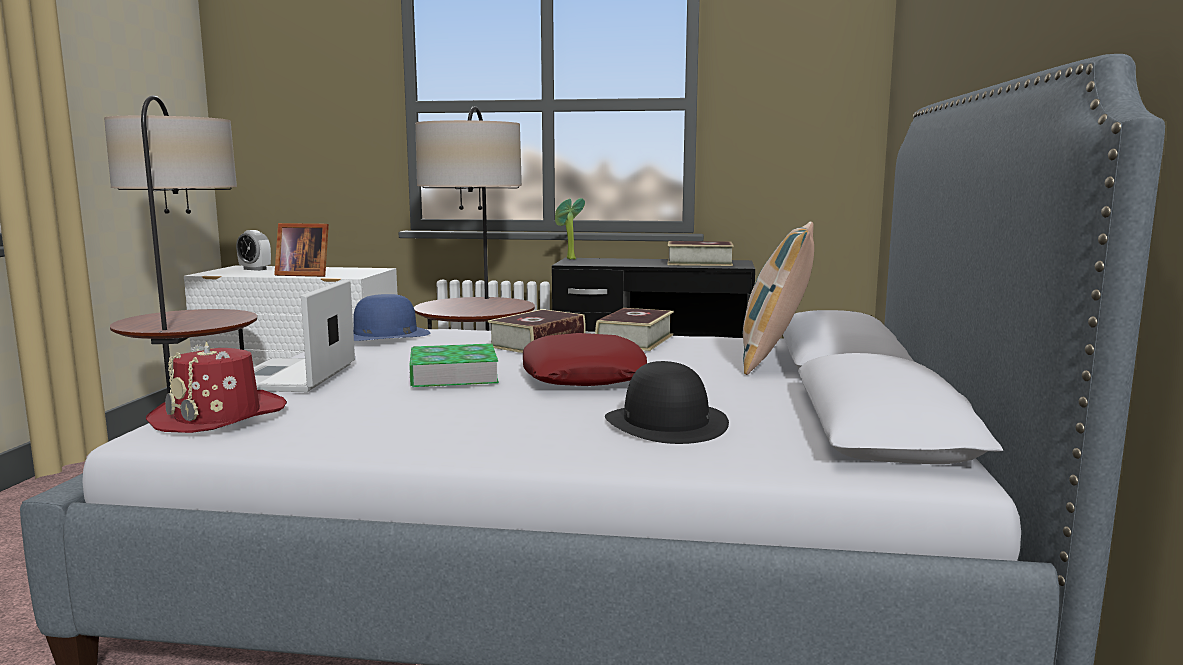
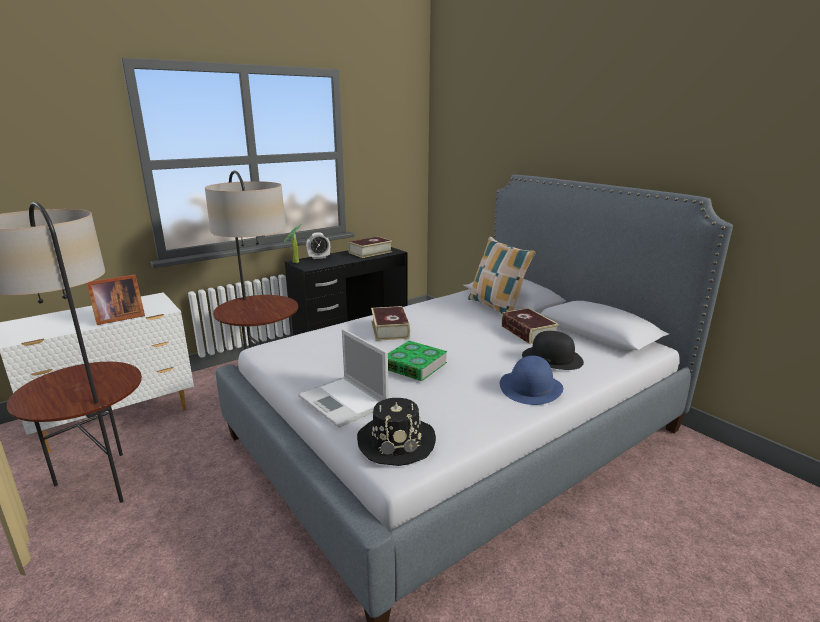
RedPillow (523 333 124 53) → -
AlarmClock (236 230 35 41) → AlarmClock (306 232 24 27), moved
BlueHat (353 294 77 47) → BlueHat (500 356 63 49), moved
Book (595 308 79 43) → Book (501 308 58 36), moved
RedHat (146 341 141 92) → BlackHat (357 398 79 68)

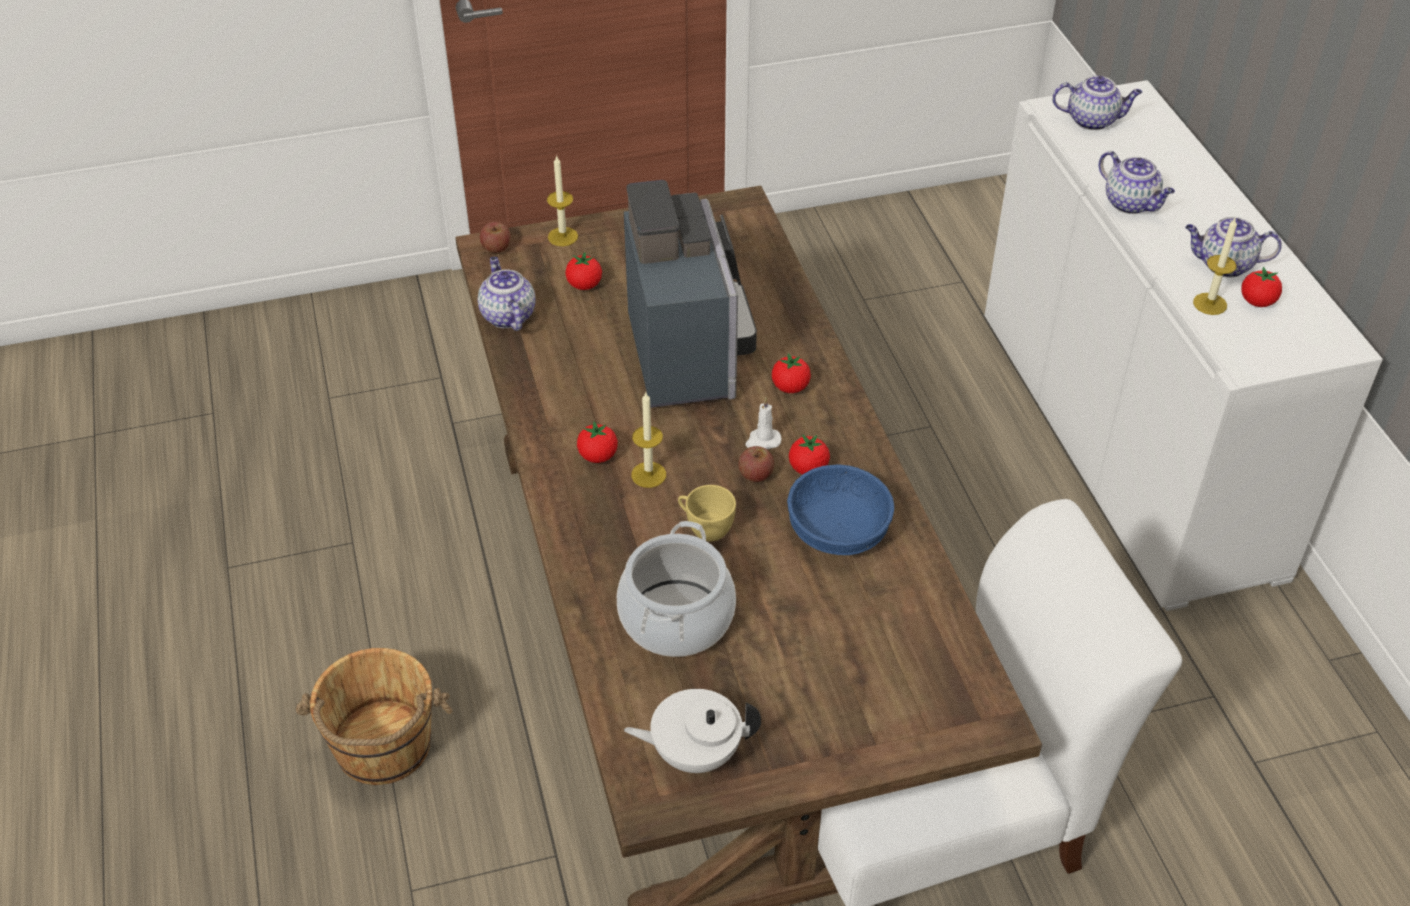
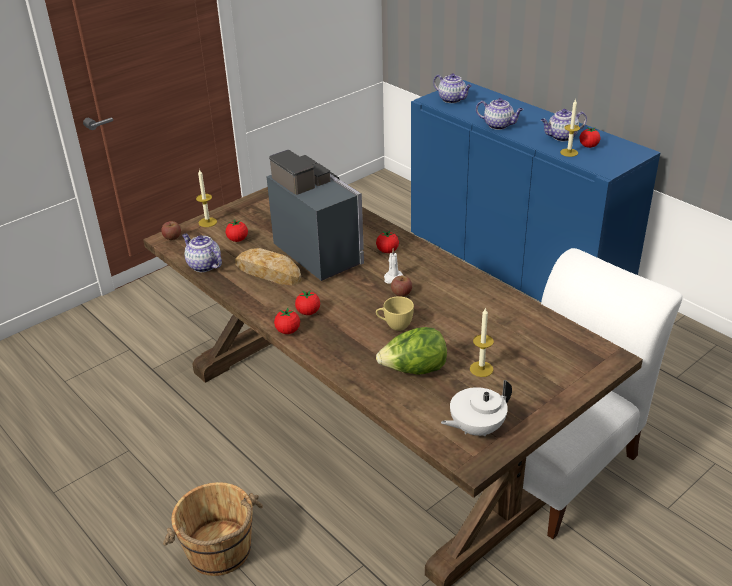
BlueBowl (787 464 107 91) → -
- → Bread (235 248 67 37)
Candle (631 393 35 95) → Candle (470 307 24 70), moved
Tomato (789 434 41 41) → Tomato (274 308 26 26), moved
CookingPot (617 521 119 136) → Lettuce (376 327 71 48)
WhiteCabinet (984 80 399 531) → BlueCabinet (411 80 250 222)
Teapot (1052 76 90 54) → Teapot (433 74 39 29), 60 degrees clockwise

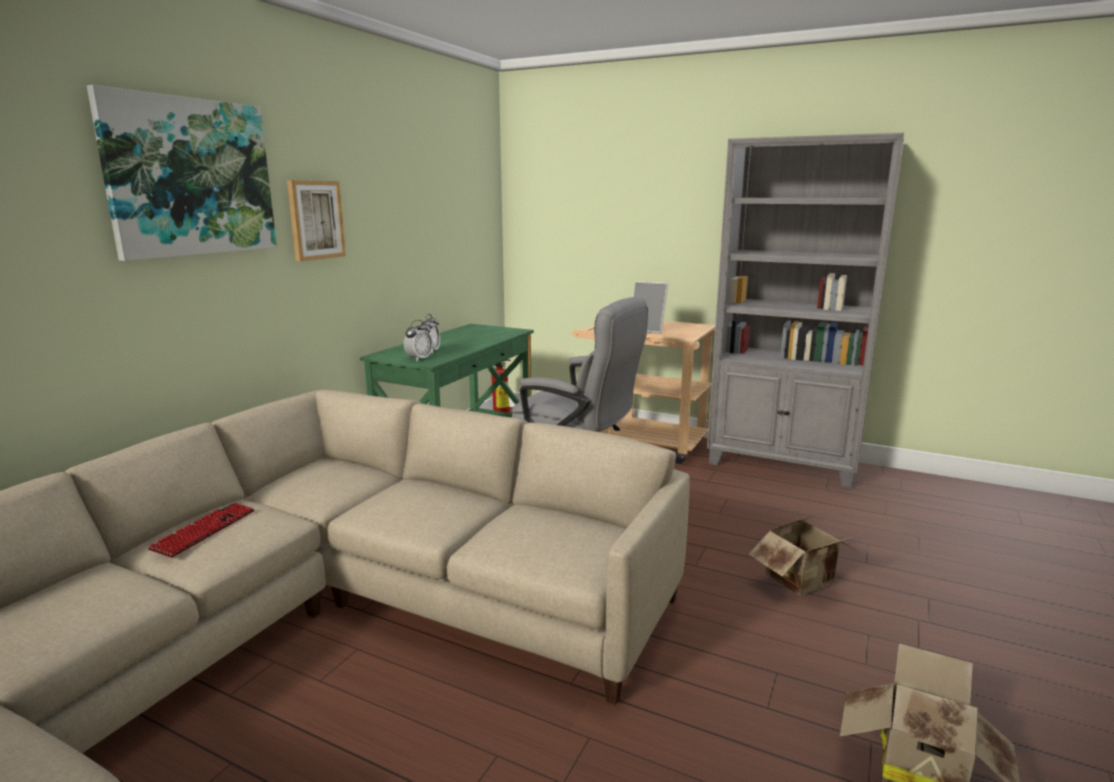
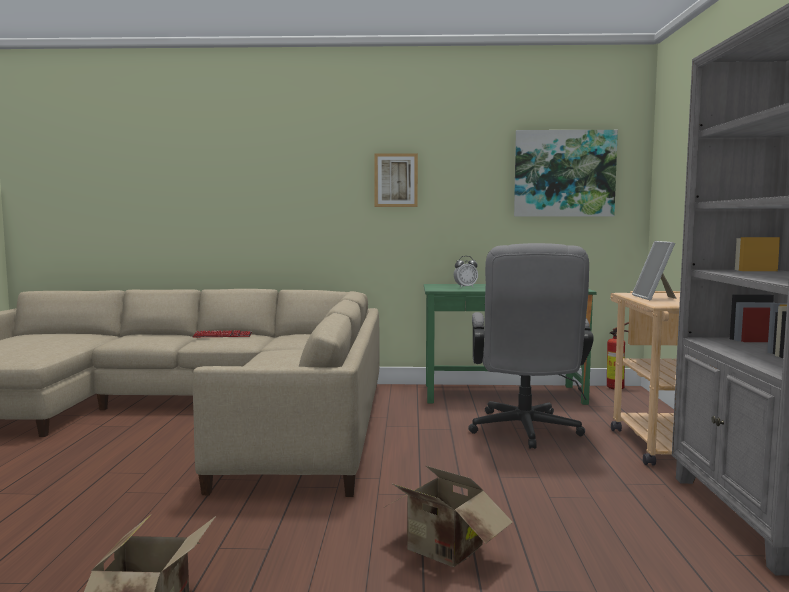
AlarmClock (404 320 29 41) → -
Picture (87 85 190 176) → Picture (514 130 104 87), moved

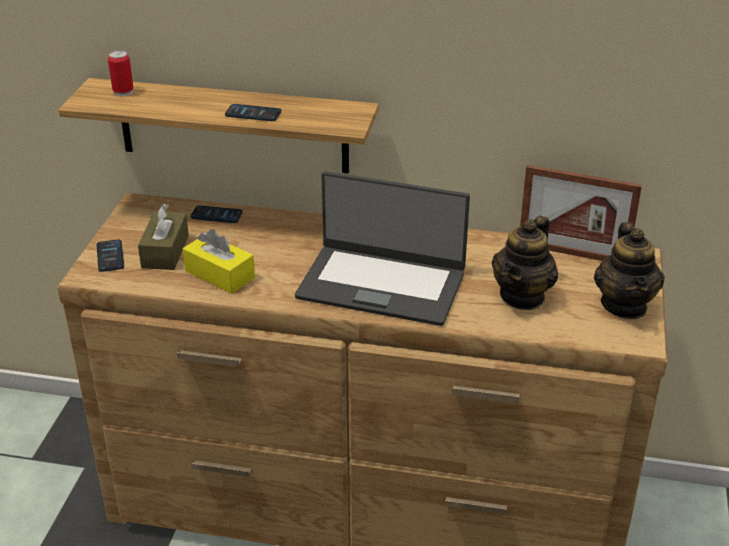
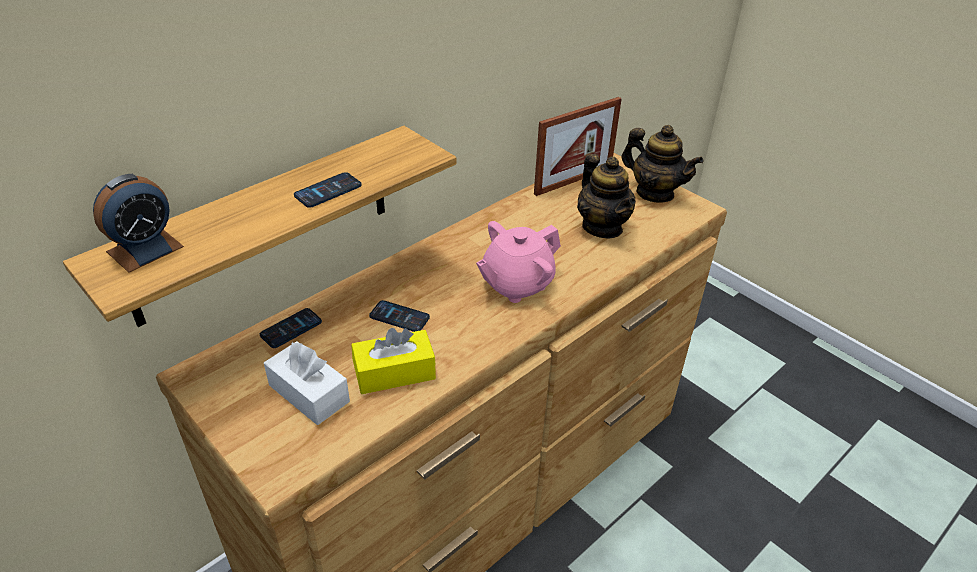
Phone (97 239 27 33) → Phone (369 300 61 32), moved
Can (108 50 26 46) → AlarmClock (93 174 91 99)
Laptop (295 171 175 155) → PinkTeapot (476 221 85 82)
BrownTissueBox (138 204 51 66) → WhiteTissueBox (264 341 86 84)

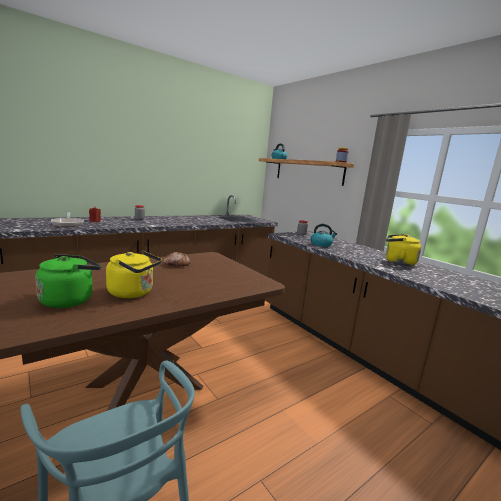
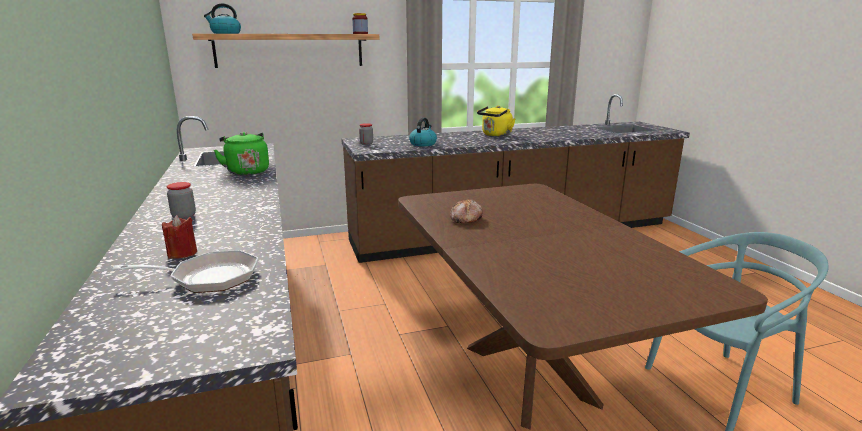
YellowKettle (106 251 56 47) → -
GreenKettle (35 254 66 54) → GreenKettle (214 132 55 43), moved

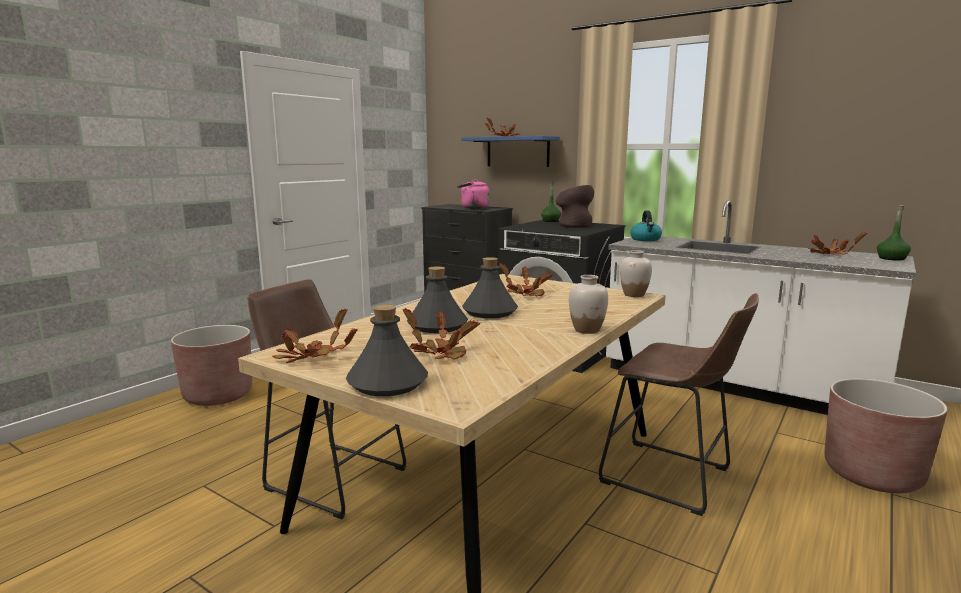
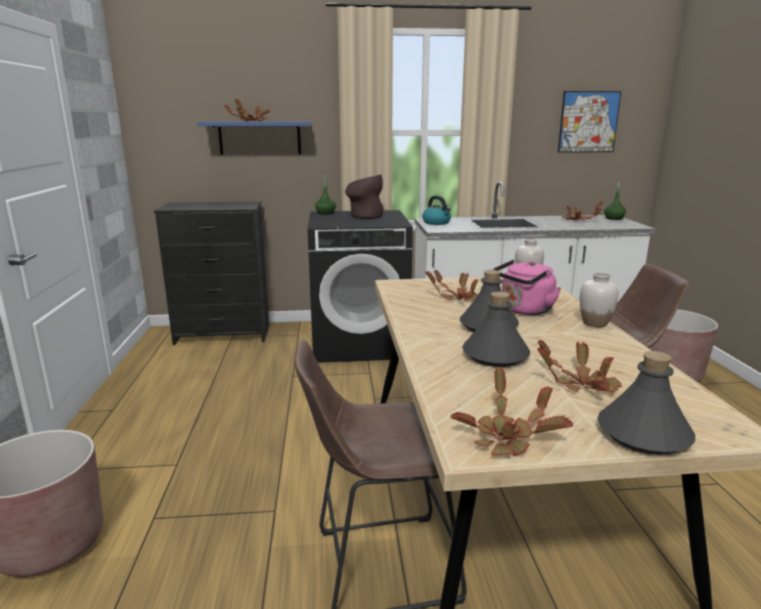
- → Picture (558 91 63 62)
PinkKettle (457 179 33 30) → PinkKettle (493 259 68 56), moved

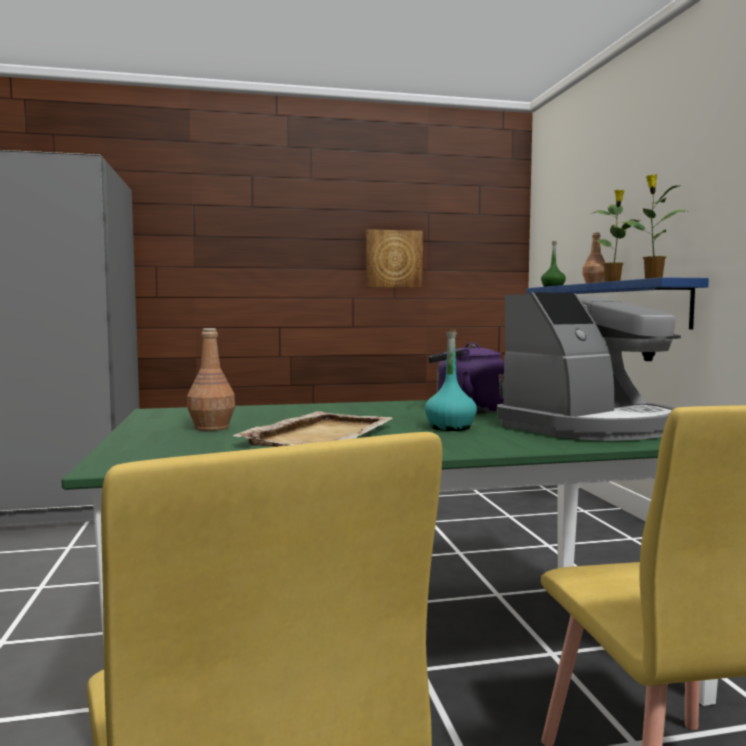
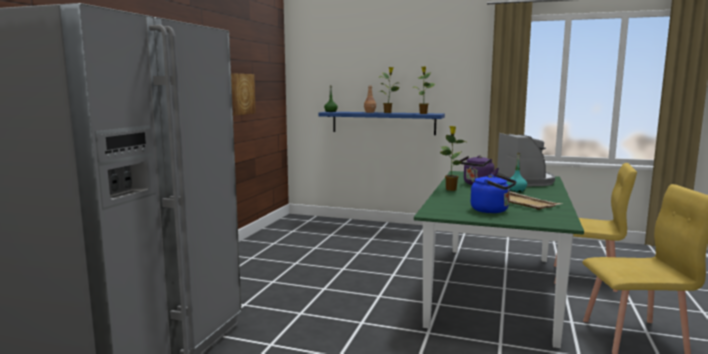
- → PottedPlant (440 126 26 65)
BrownBottle (187 328 48 103) → BlueKettle (471 175 45 38)

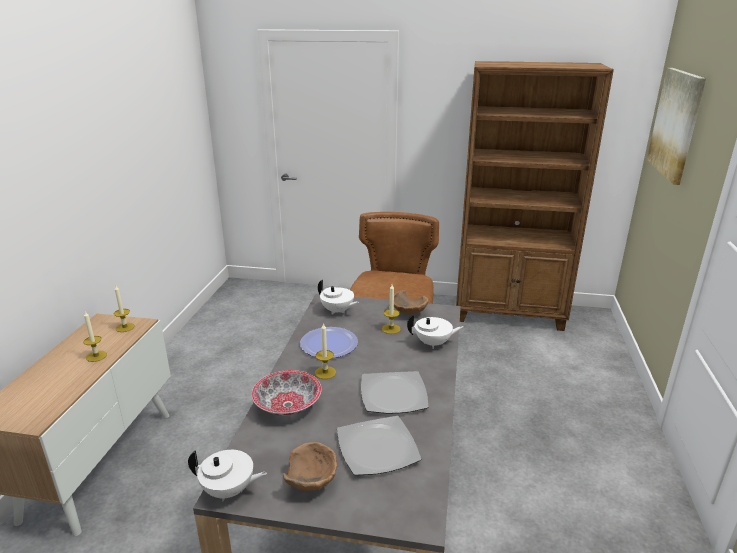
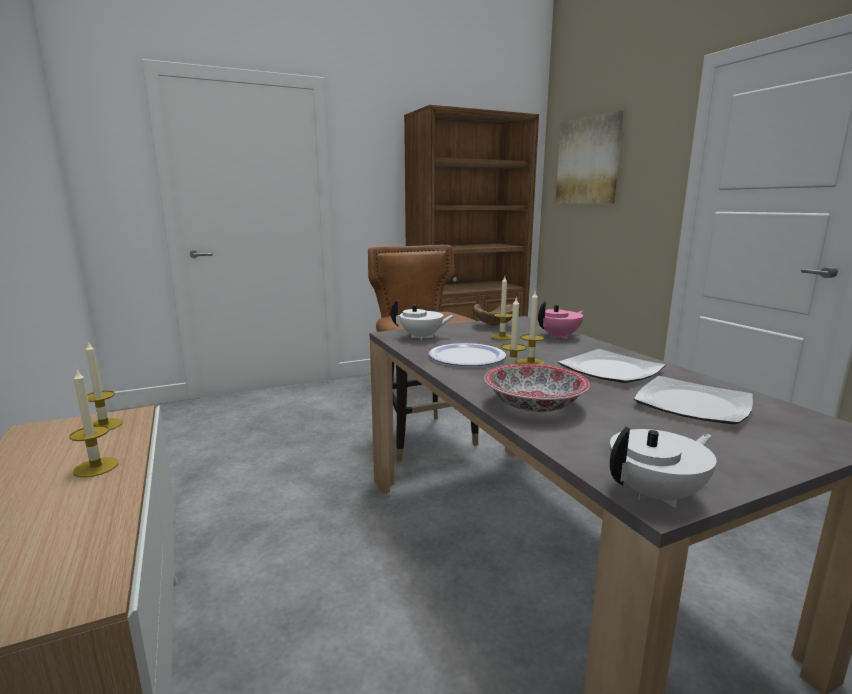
BrownBowl (283 442 55 49) → -
- → Candle (517 291 28 74)
WhiteTeapot (407 314 56 35) → PinkTeapot (538 301 45 38)

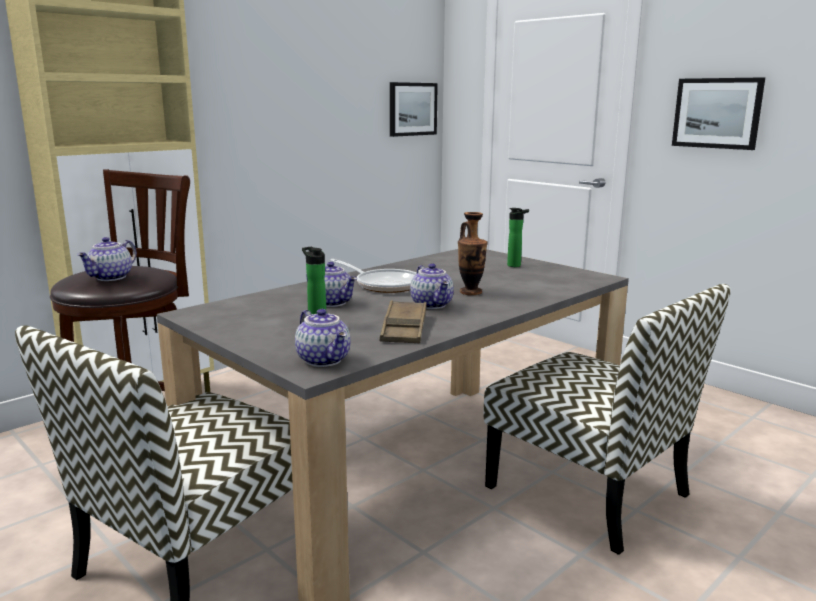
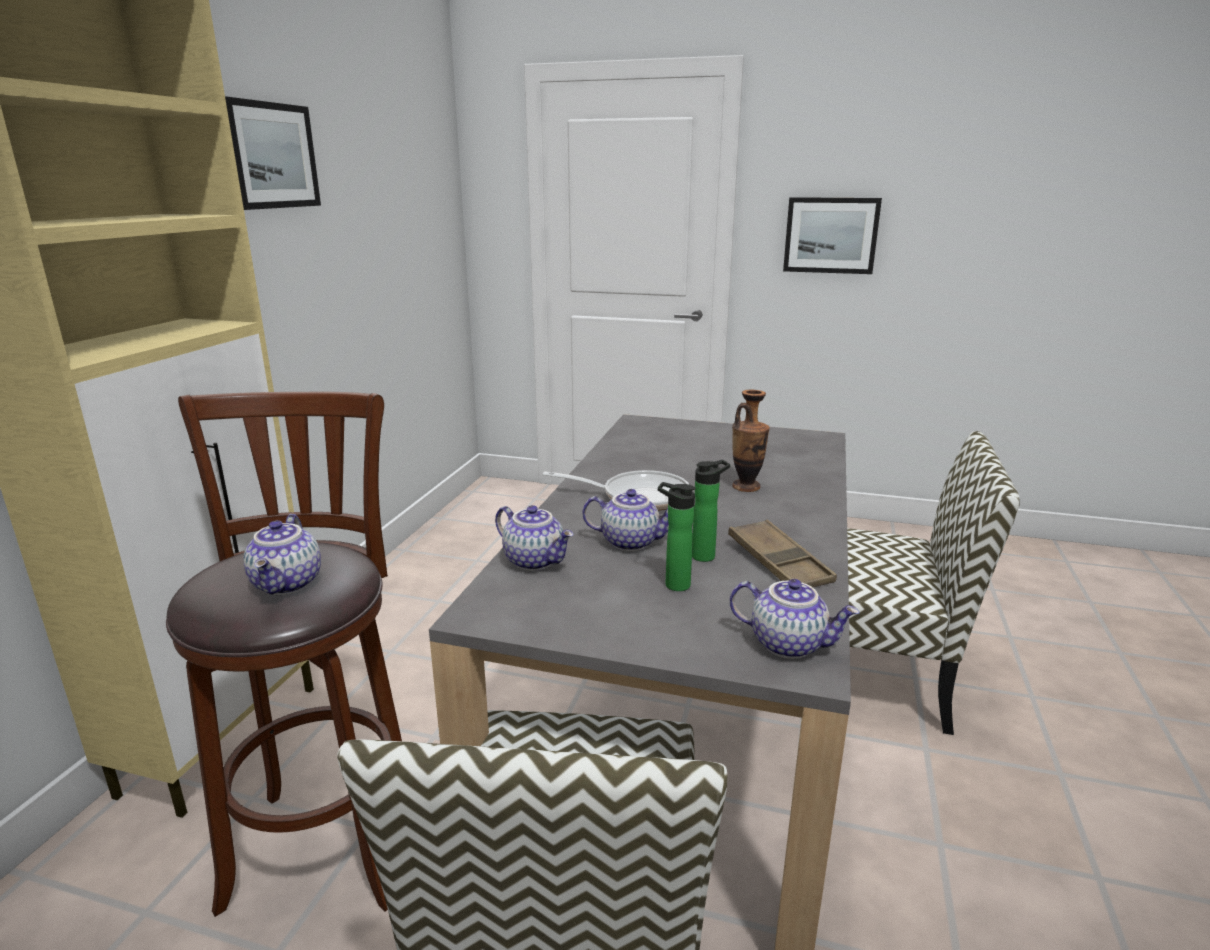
Picture (390 82 48 55) → Picture (225 96 96 114), moved
Teapot (410 263 44 46) → Teapot (495 505 78 66), moved
Bottle (507 208 22 59) → Bottle (692 460 38 102), moved

